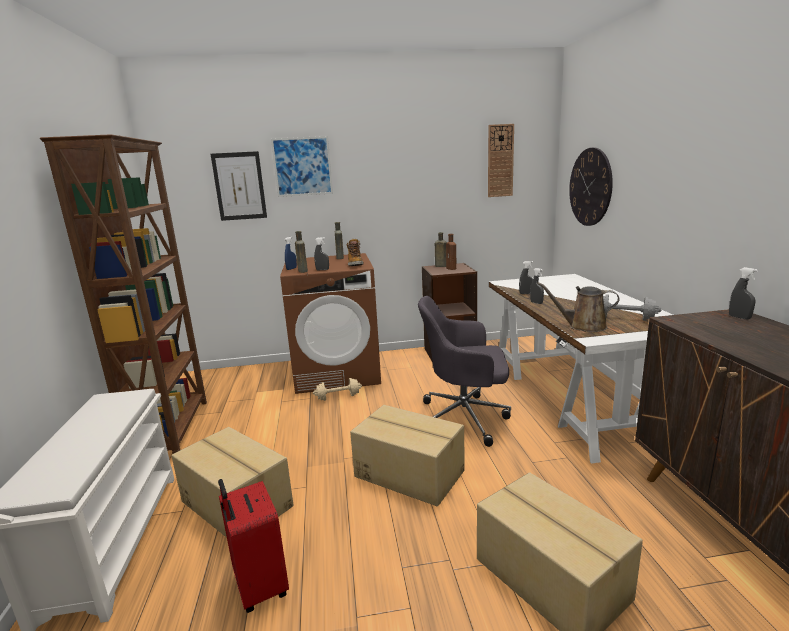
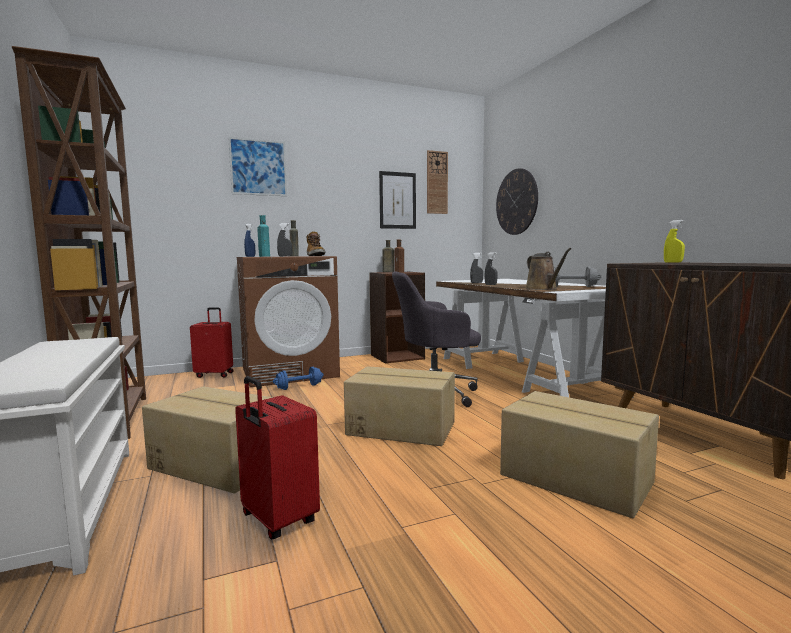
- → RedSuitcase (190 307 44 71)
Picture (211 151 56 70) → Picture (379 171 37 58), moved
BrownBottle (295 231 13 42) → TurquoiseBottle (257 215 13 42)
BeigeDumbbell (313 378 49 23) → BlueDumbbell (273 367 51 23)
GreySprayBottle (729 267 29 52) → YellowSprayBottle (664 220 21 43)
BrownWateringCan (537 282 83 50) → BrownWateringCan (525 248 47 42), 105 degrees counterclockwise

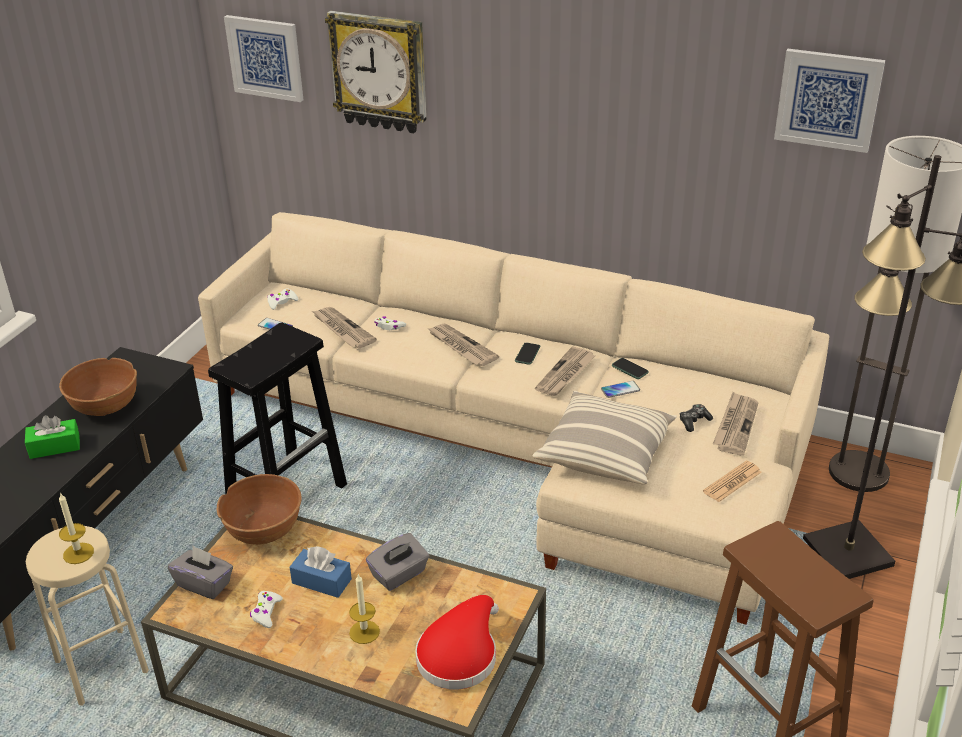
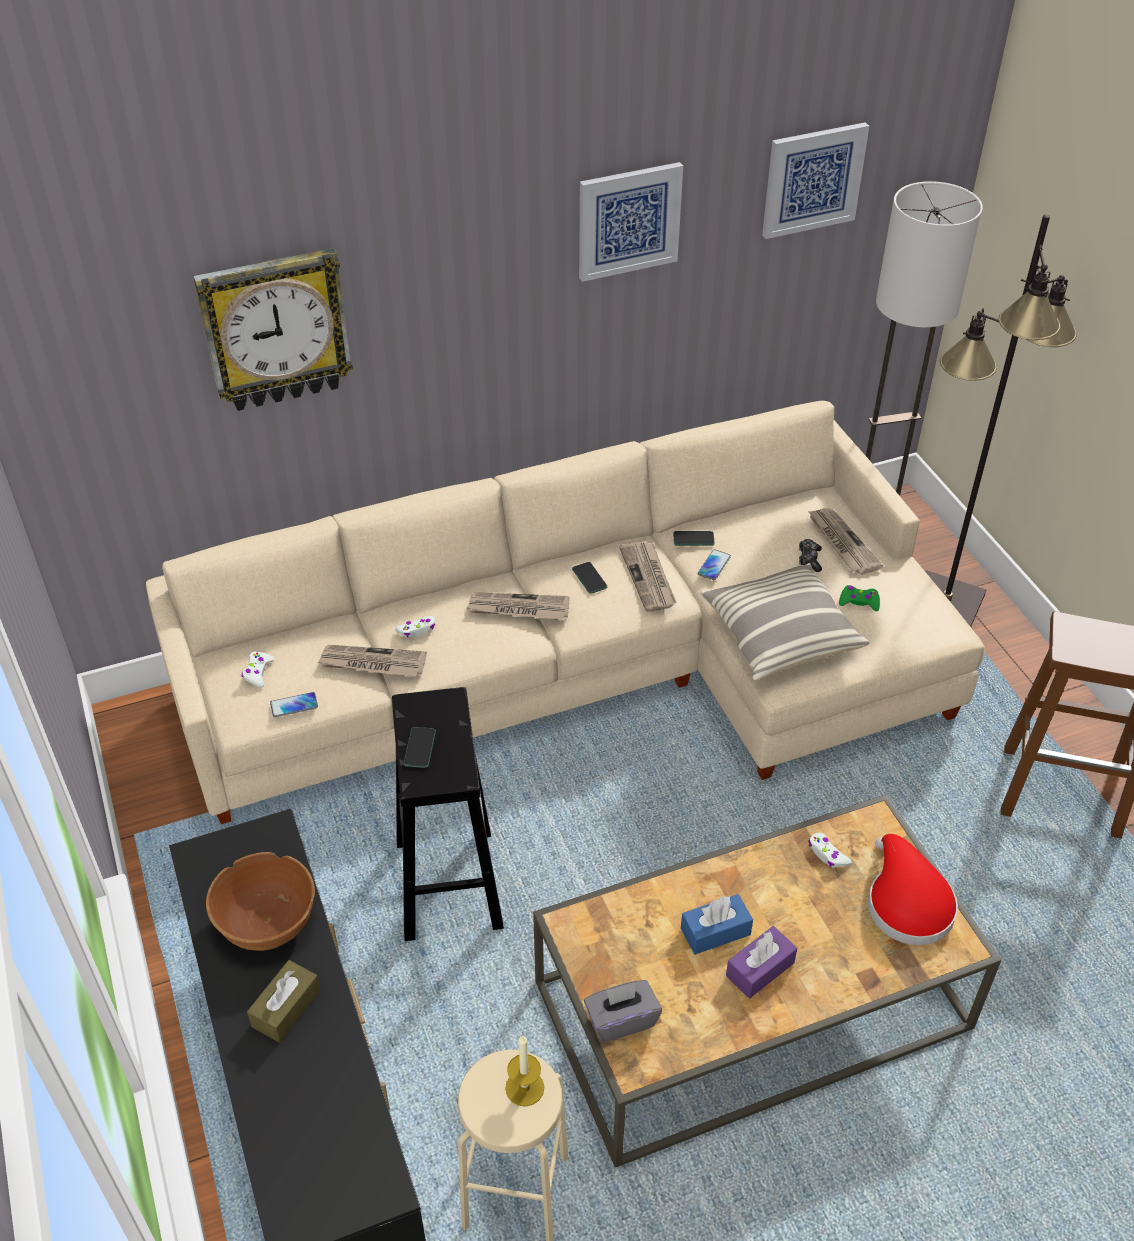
BrownBowl (217 474 85 71) → -
Candle (349 574 31 70) → -
GreyTissueBox (366 533 63 58) → -
Newspaper (703 461 59 41) → -
- → Phone (403 727 33 41)
- → PurpleTissueBox (726 926 71 72)
- → GreenGameController (839 585 41 26)
Picture (224 15 79 87) → Picture (579 162 104 120), moved
WhiteGameController (250 591 33 37) → WhiteGameController (808 833 44 35), moved
GreenTissueBox (25 415 55 44) → BrownTissueBox (247 960 74 83)

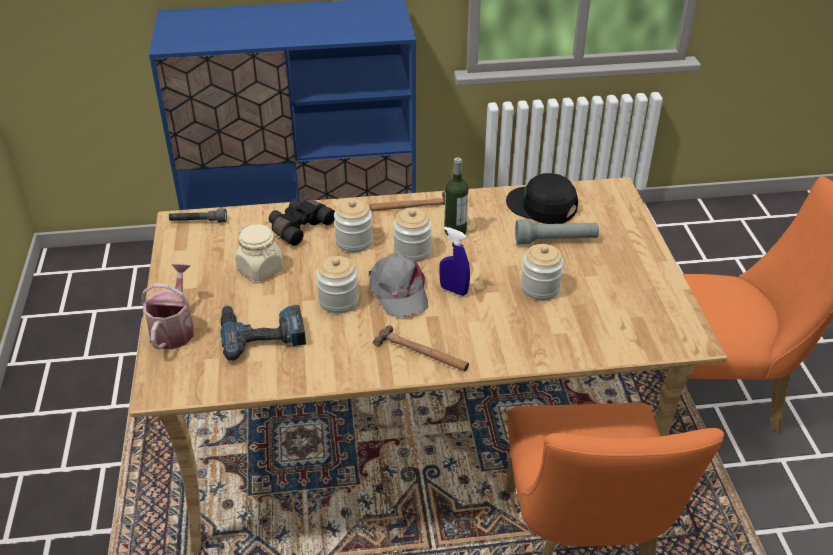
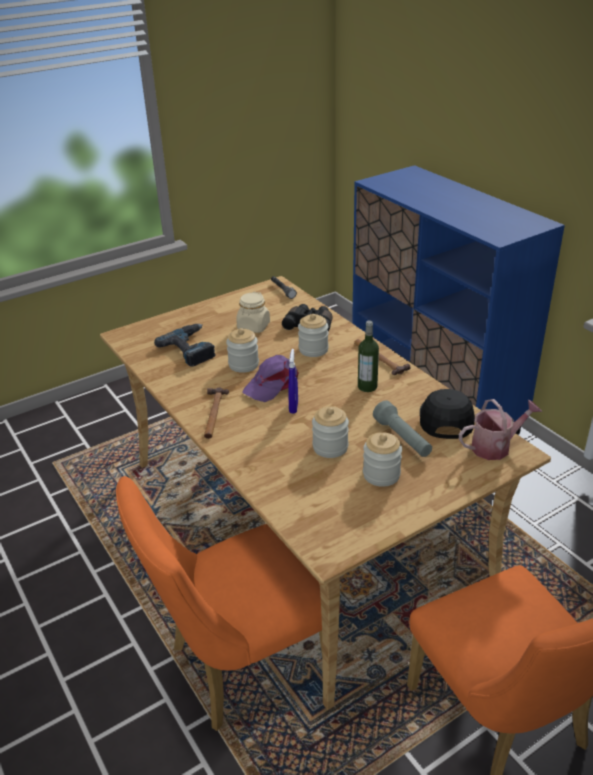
WateringCan (141 264 53 86) → WateringCan (459 399 83 61), moved
Jar (393 208 39 54) → Jar (363 432 39 55), moved
GreyCap (368 253 60 65) → PurpleCap (242 355 56 47)

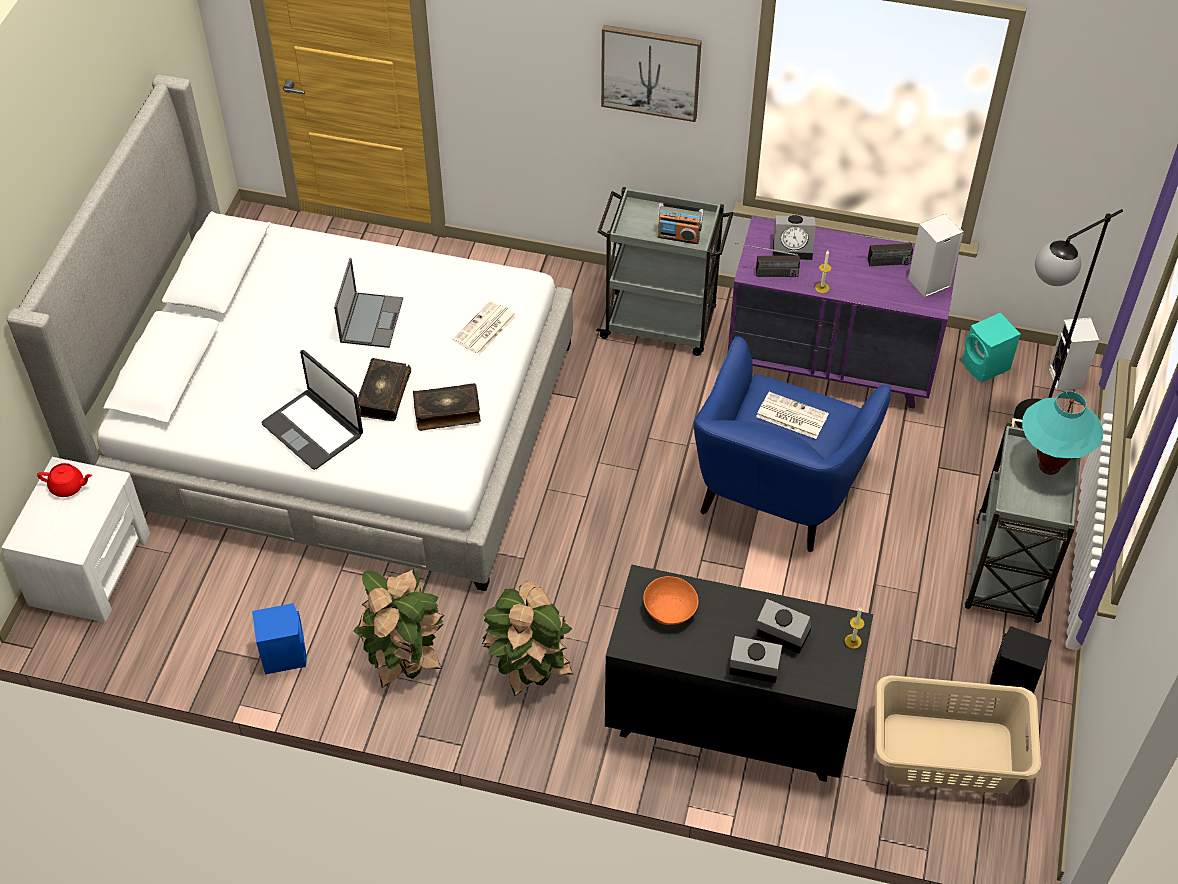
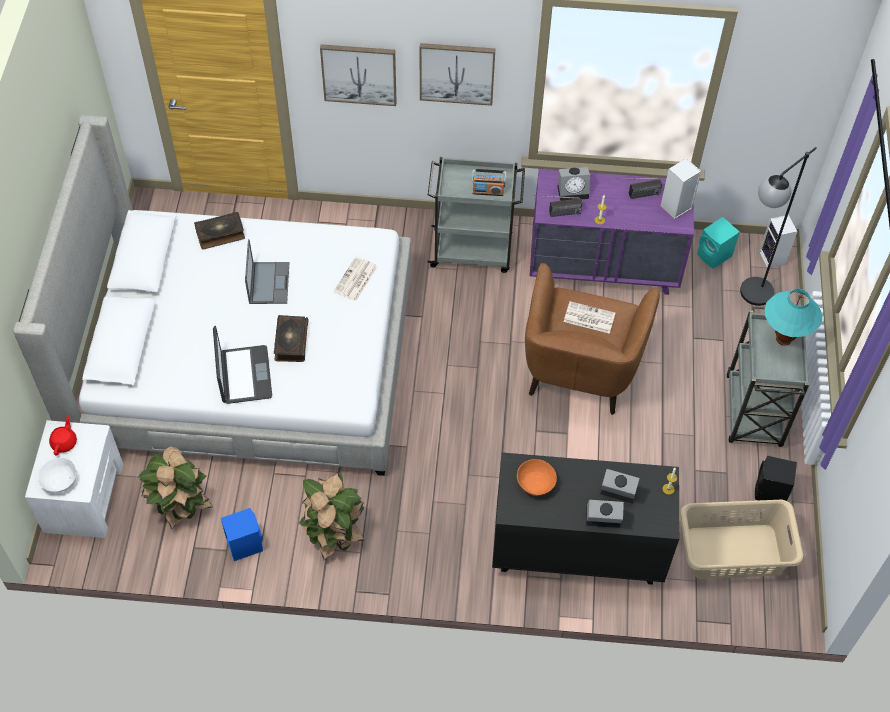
- → WhiteBowl (38 457 39 36)
- → Picture (320 44 77 62)
Book (413 383 68 48) → Book (194 212 51 38), moved
PottedPlant (482 581 91 115) → PottedPlant (138 447 75 82), moved
BlueArmchair (694 336 197 216) → BrownArmchair (525 263 135 152)
RedTeapot (37 463 55 34) → RedTeapot (49 416 28 39), 75 degrees counterclockwise
Laptop (261 350 102 120) → Laptop (213 326 59 78), 135 degrees counterclockwise

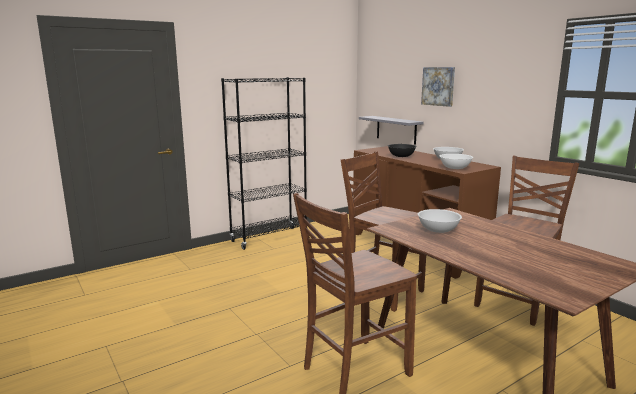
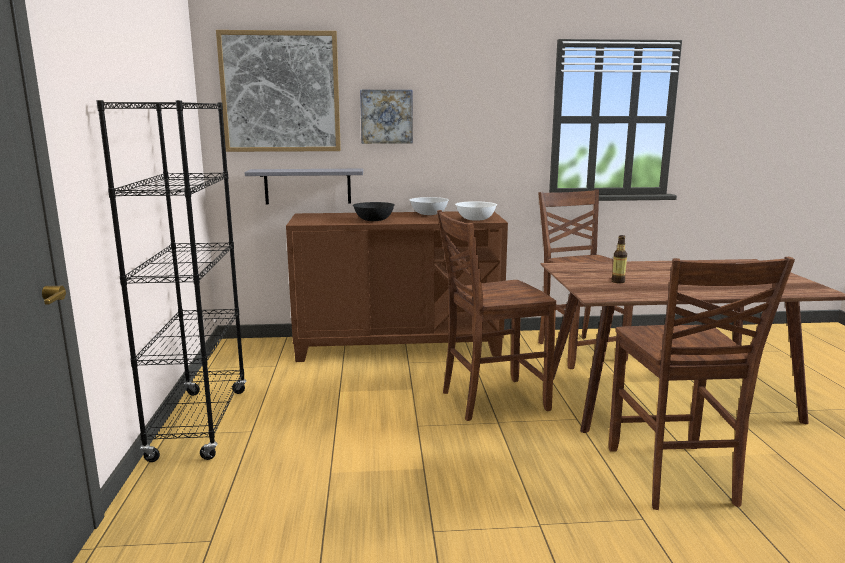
- → Picture (216 30 125 122)
WhiteBowl (418 209 44 24) → Bottle (611 235 16 48)

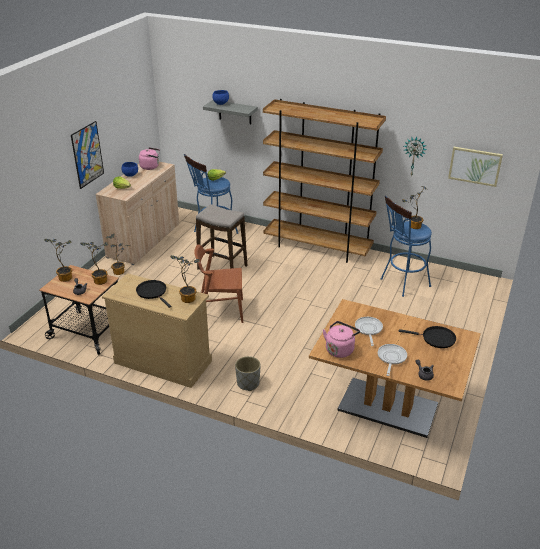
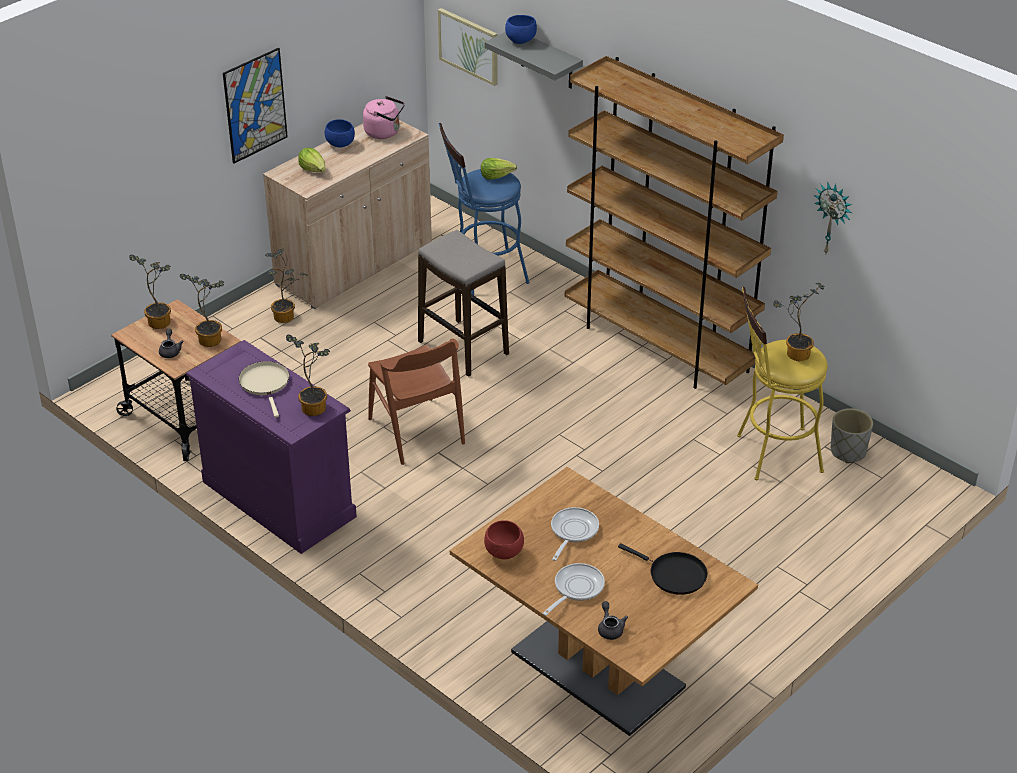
GreyPlanter (235 356 25 35) → GreyPlanter (831 408 42 55), moved
Picture (448 147 55 40) → Picture (438 8 60 78), moved
PinkKettle (323 321 37 37) → RedBowl (484 520 40 39)
BeigeDresser (102 273 110 115) → PurpleDresser (186 340 171 214)
BlackFryingPan (136 280 35 28) → BeigeFryingPan (239 361 50 57)
BlueStool (381 195 51 102) → YellowStool (737 287 91 193)
BrownChair (194 244 49 79) → BrownChair (368 339 97 126), 135 degrees counterclockwise

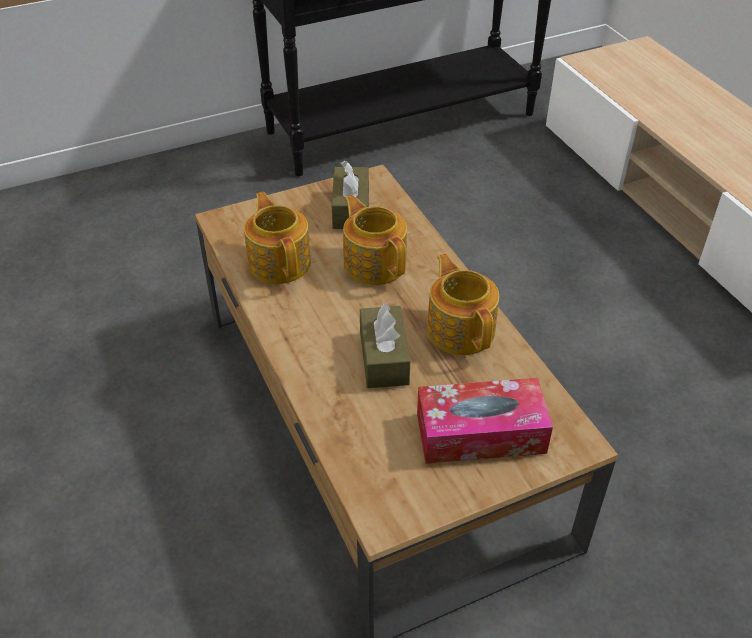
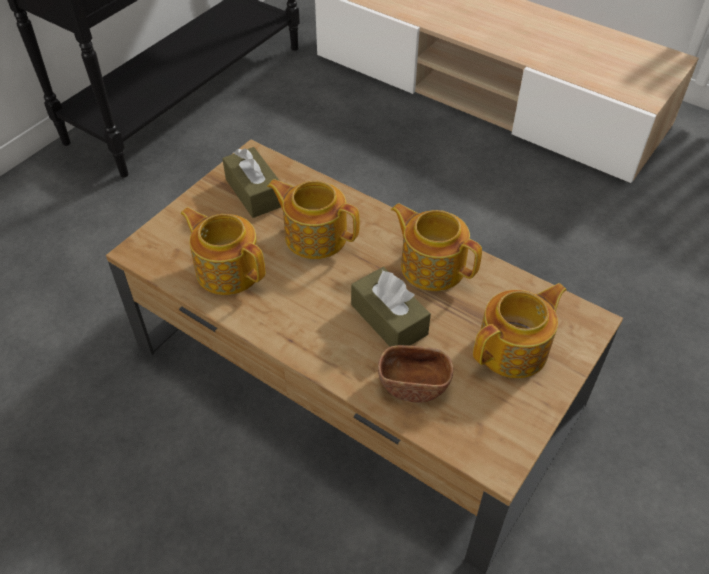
- → BrownBowl (378 345 75 58)
TissueBox (417 378 136 86) → Teapot (473 283 94 95)

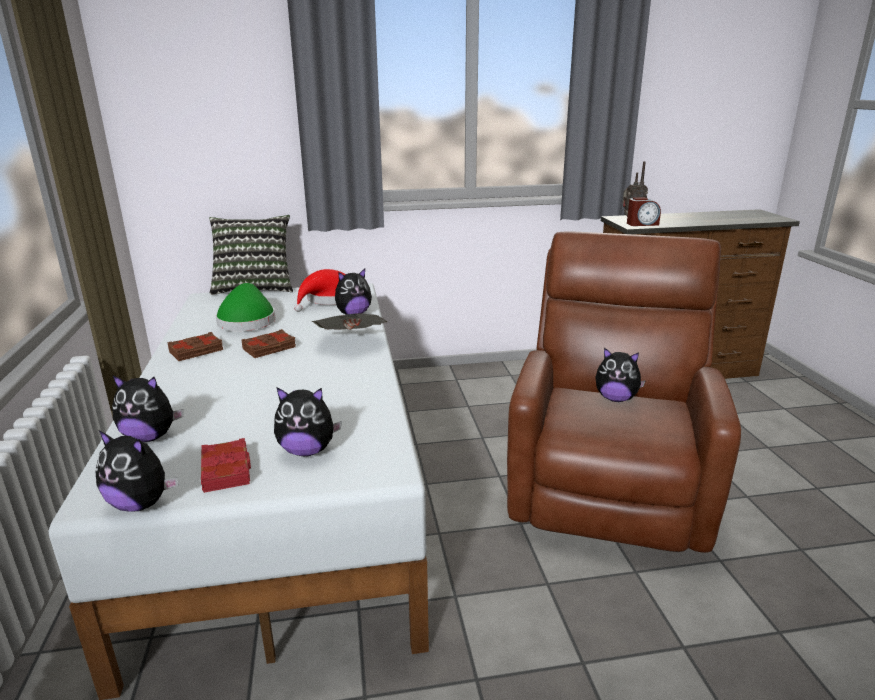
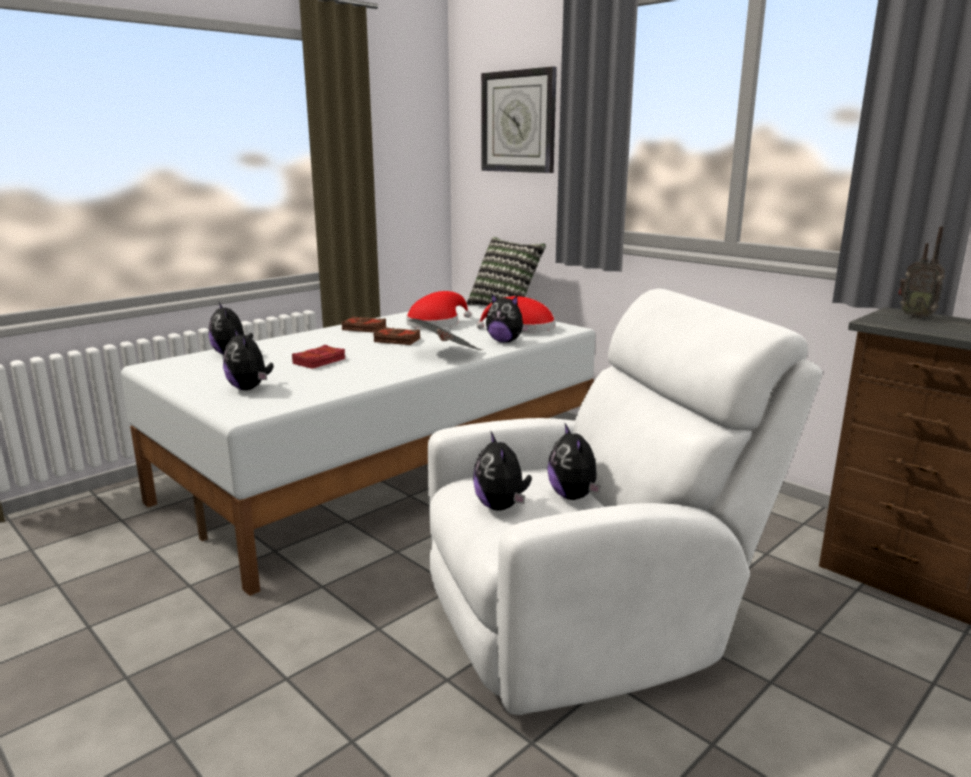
AlarmClock (627 197 34 29) → -
- → WallClock (481 67 76 106)
PlushToy (95 430 83 82) → PlushToy (473 430 59 81), moved
RedBook (201 438 50 55) → RedBook (292 345 53 24), moved
GreenHat (216 283 59 48) → RedHat (406 291 65 38)
BrownArmchair (507 231 234 322) → WhiteArmchair (428 289 395 426)

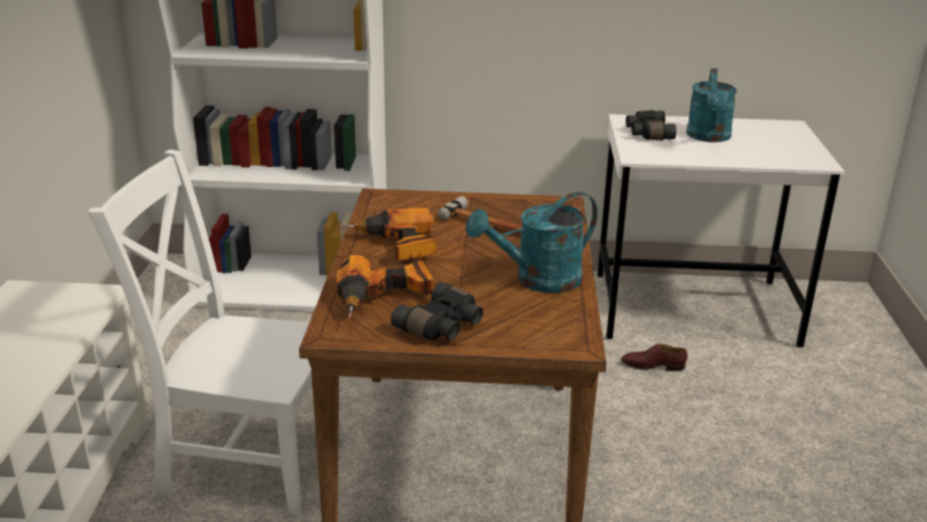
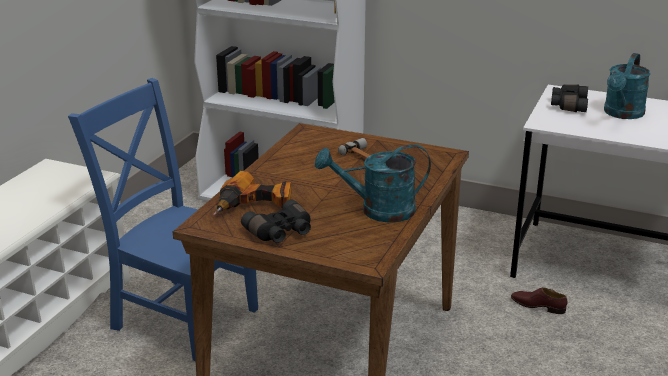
PowerDrill (337 208 100 53) → -
WhiteChair (88 149 225 367) → BlueChair (68 78 190 283)

